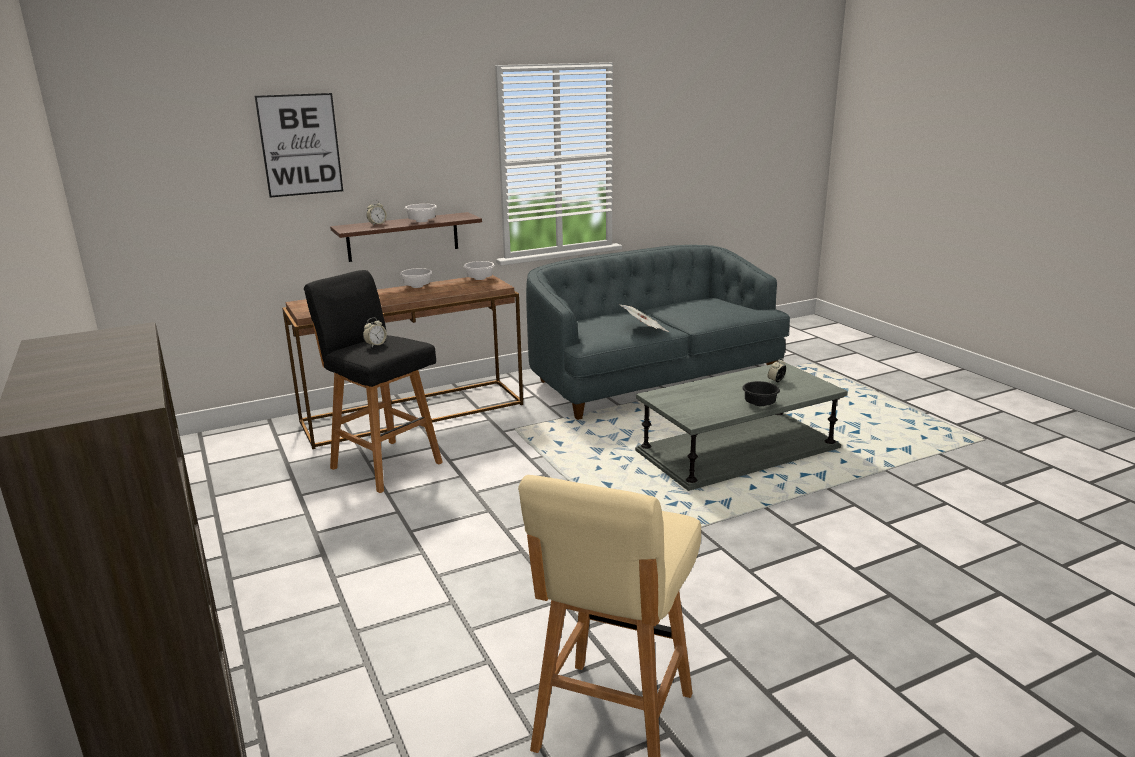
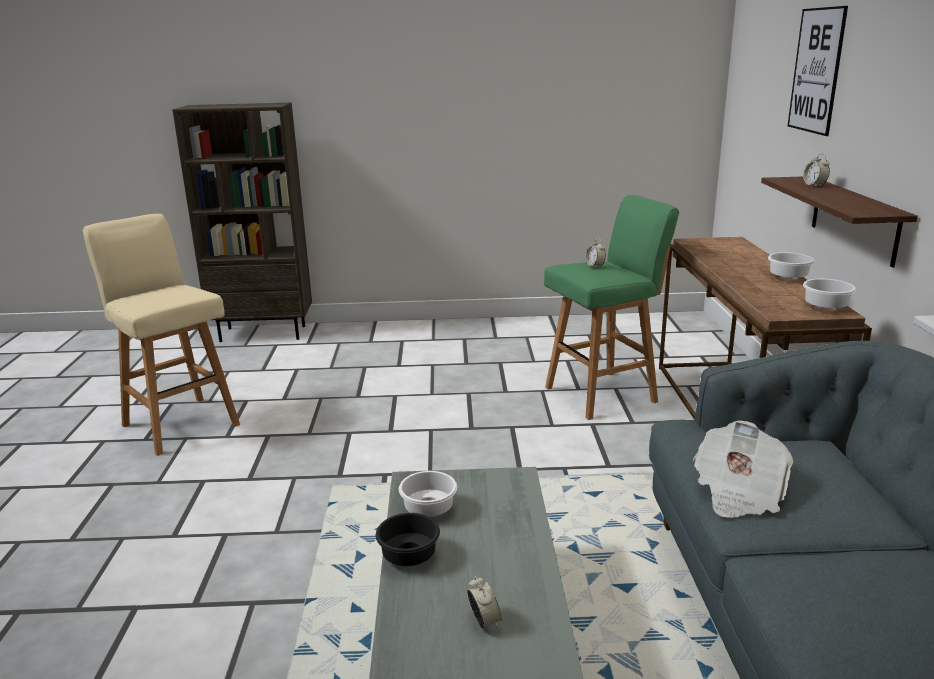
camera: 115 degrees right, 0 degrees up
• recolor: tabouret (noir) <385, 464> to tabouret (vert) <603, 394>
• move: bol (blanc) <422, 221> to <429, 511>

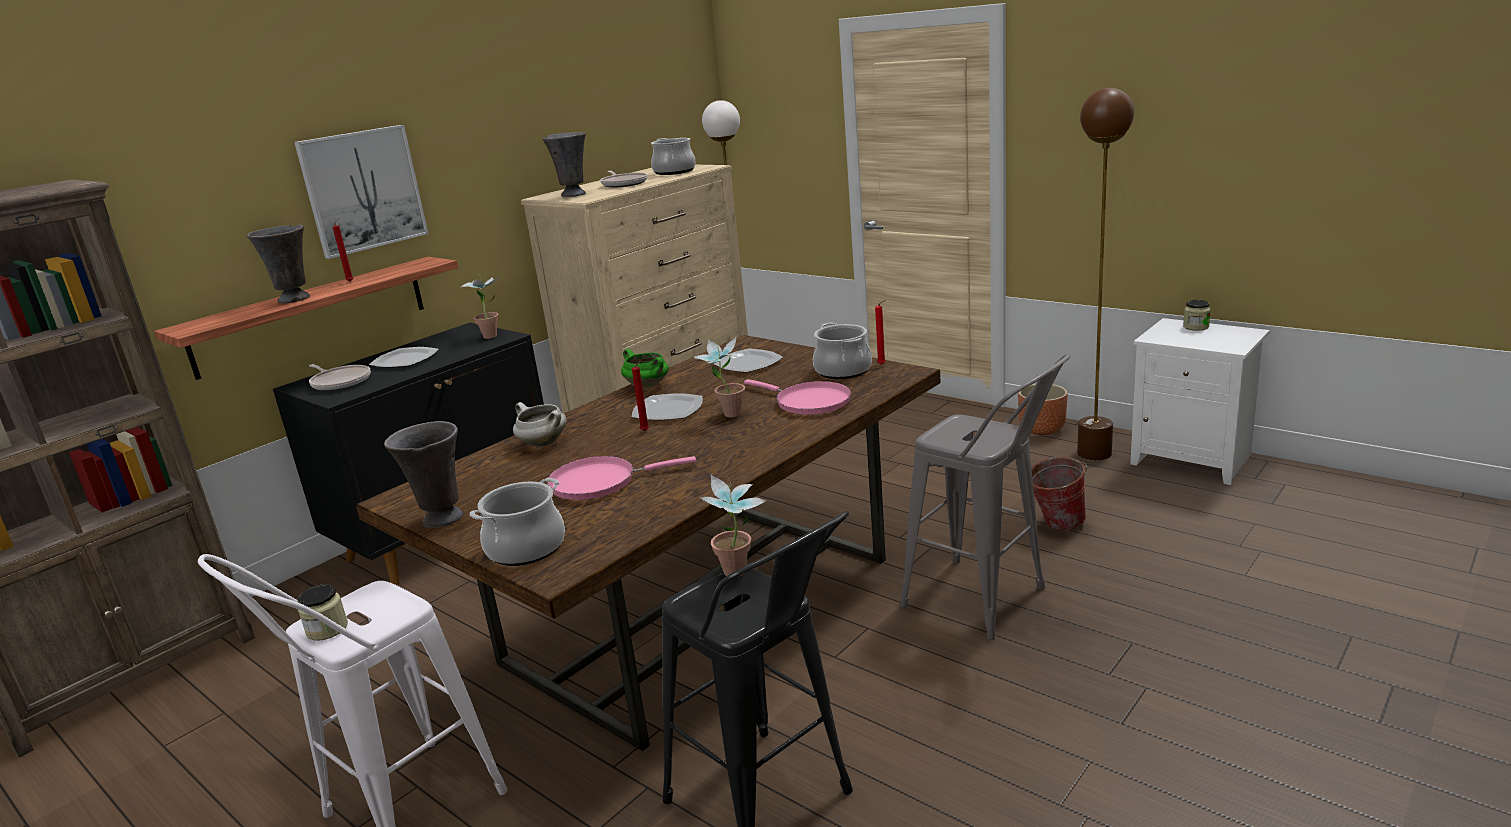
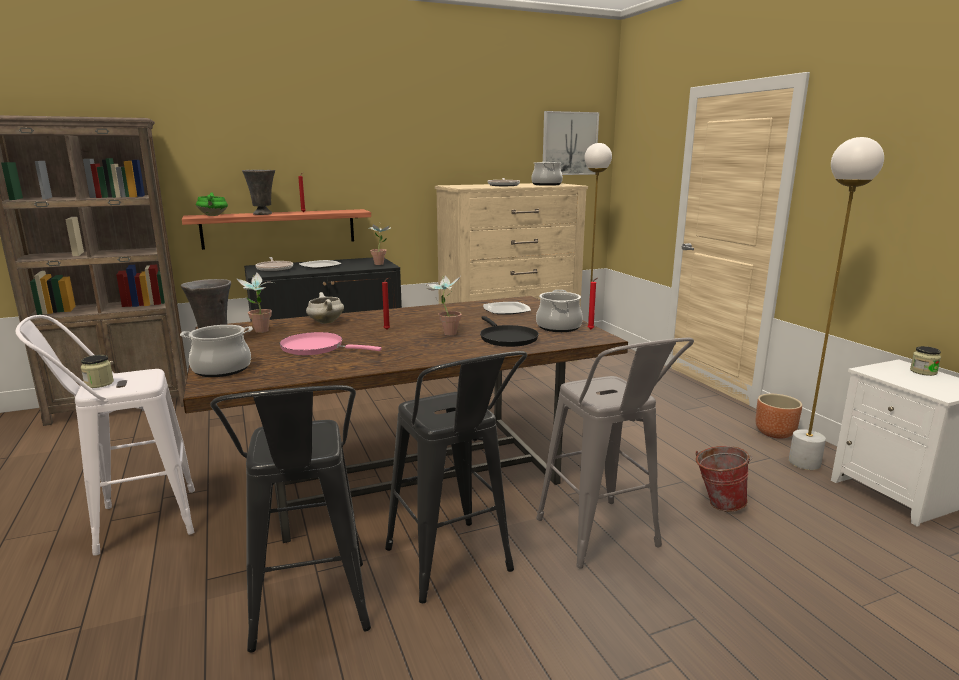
camera: 25 degrees right, 5 degrees down
• move: tableau <363, 190> to <569, 143>
• delete: vase (gris) <573, 194>
• move: marmite (vert) <648, 386> to <213, 215>
• delete: assiette <667, 410>
• move: plante en pot <739, 575> to <260, 332>
• recolor: poêle (rose) <808, 402> to poêle (noir) <506, 338>
• recolor: lampadaire (marron) <1094, 454> to lampadaire (blanc) <804, 463>
• insert: tabouret (noir) <453, 568>

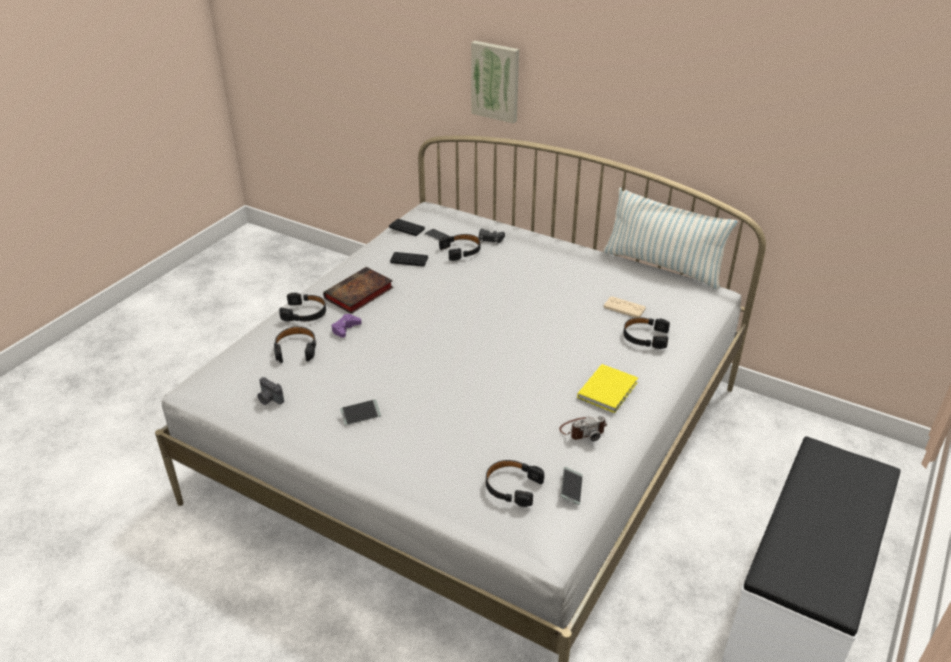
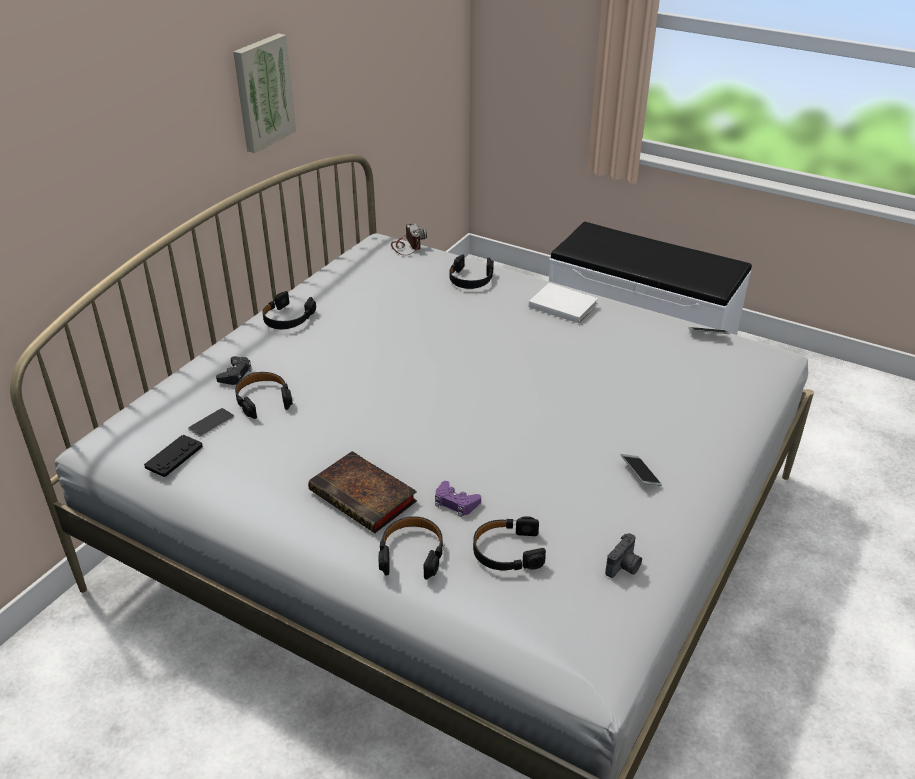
camera: 90 degrees left, 0 degrees up
• delete: manette (noir) <409, 260>
• move: tableau <496, 81> to <262, 92>
• move: casque audio (noir) <512, 487> to <287, 318>
• move: appareil photo <583, 430> to <407, 246>
• recolor: livre (jaune) <609, 389> to livre (blanc) <562, 304>
• delete: coussin <662, 266>
• delete: manette (beige) <624, 308>

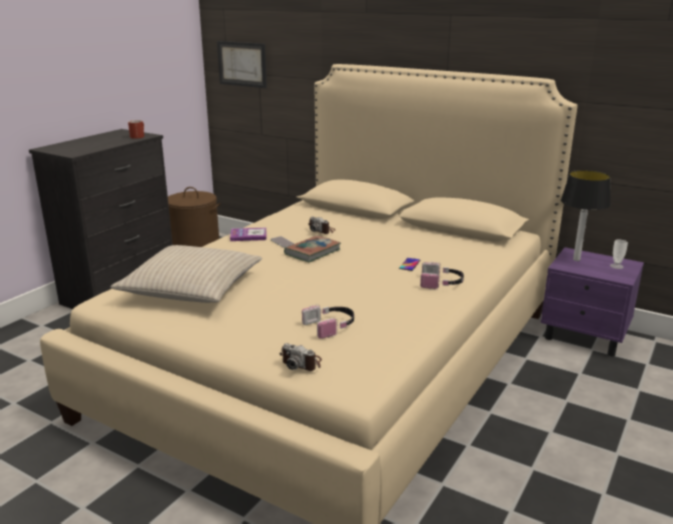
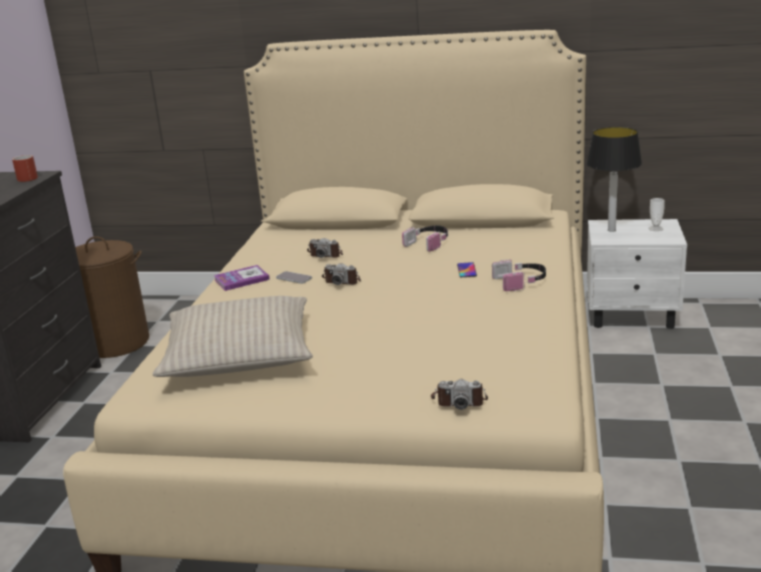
camera: 20 degrees left, 0 degrees up
• delete: tableau <242, 64>
• replace: livre <312, 252> to appareil photo <343, 281>
• move: casque audio <331, 326> to <428, 243>
• recolor: table de chevet (violet) <585, 336> to table de chevet (blanc) <633, 315>

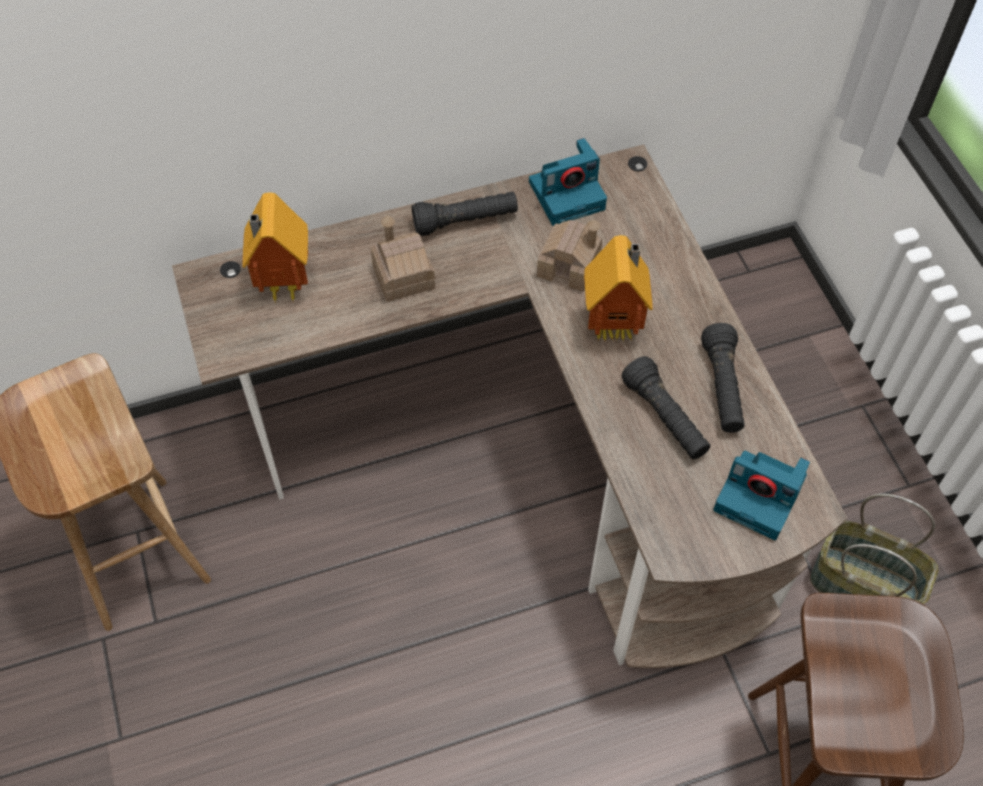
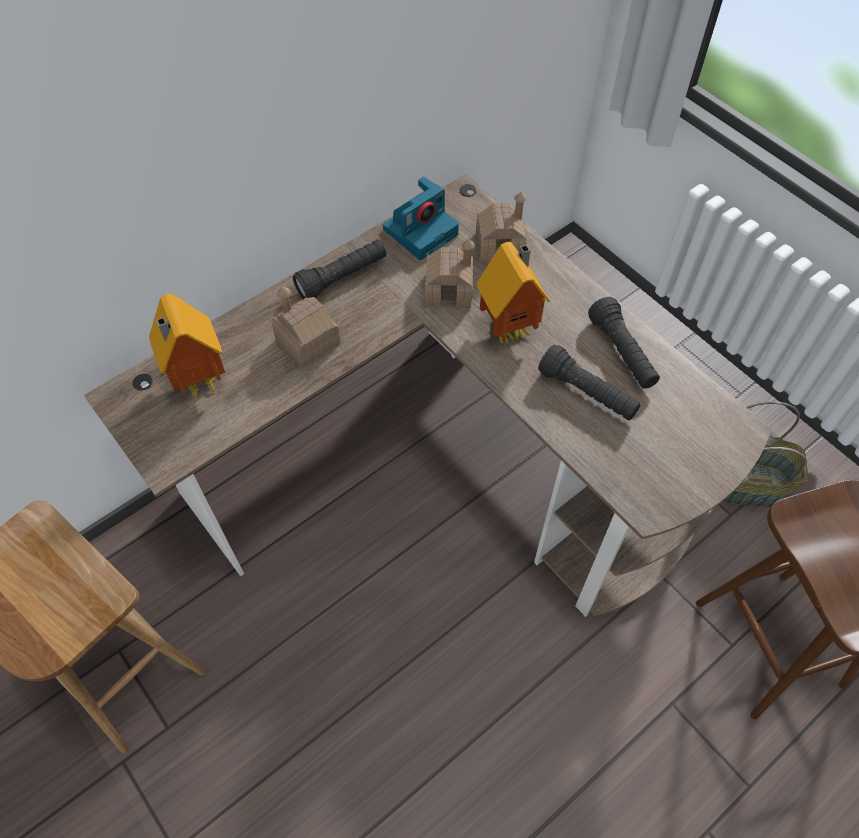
camera: 20 degrees left, 0 degrees up
• delete: appareil photo <761, 496>
• insert: maison miniature <499, 245>

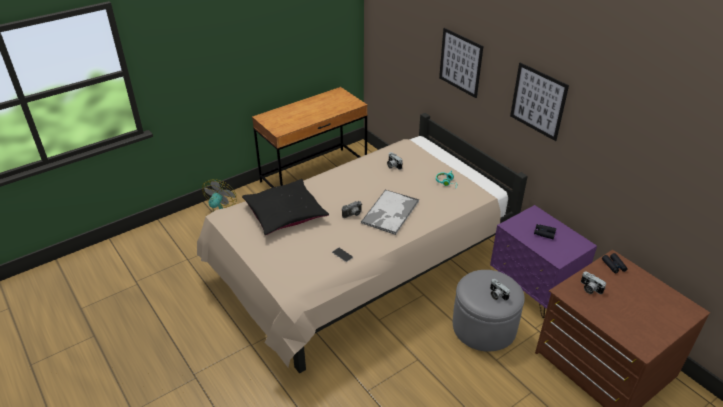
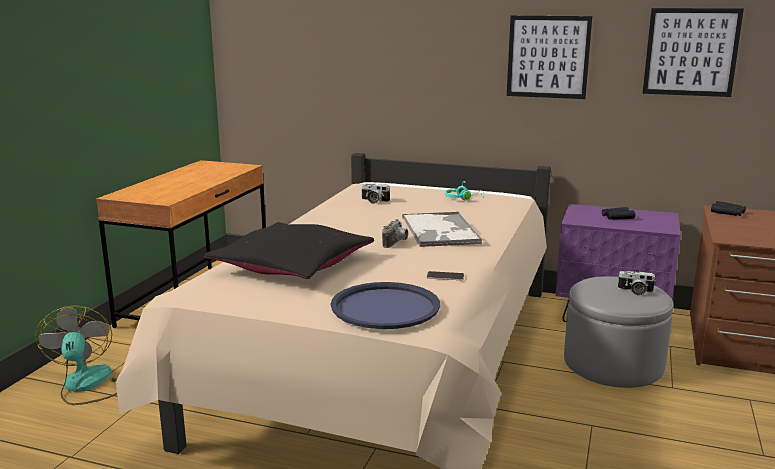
camera: 35 degrees left, 20 degrees down
• move: tableau <460, 62> to <691, 52>
• delete: appareil photo <589, 288>
• insert: plateau (bleu) <385, 307>

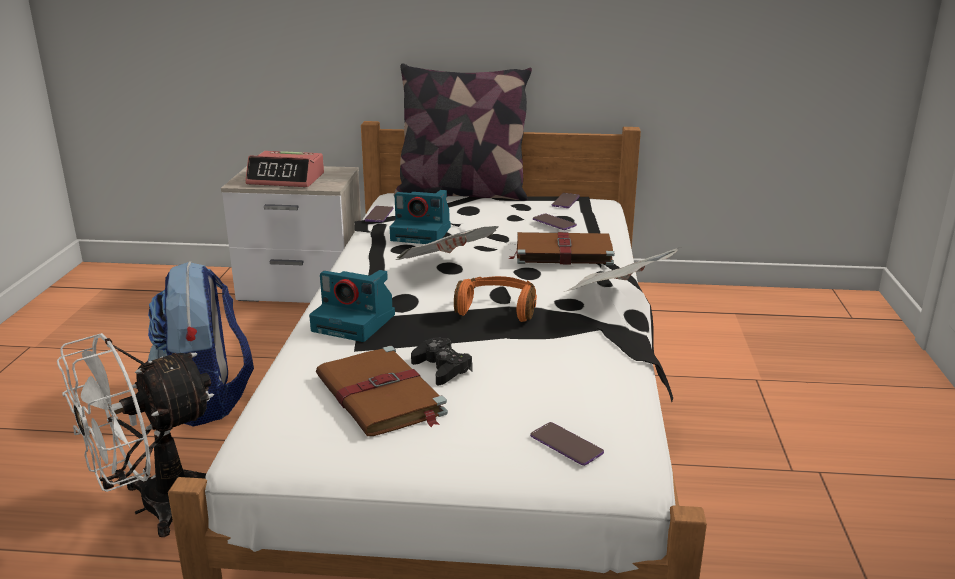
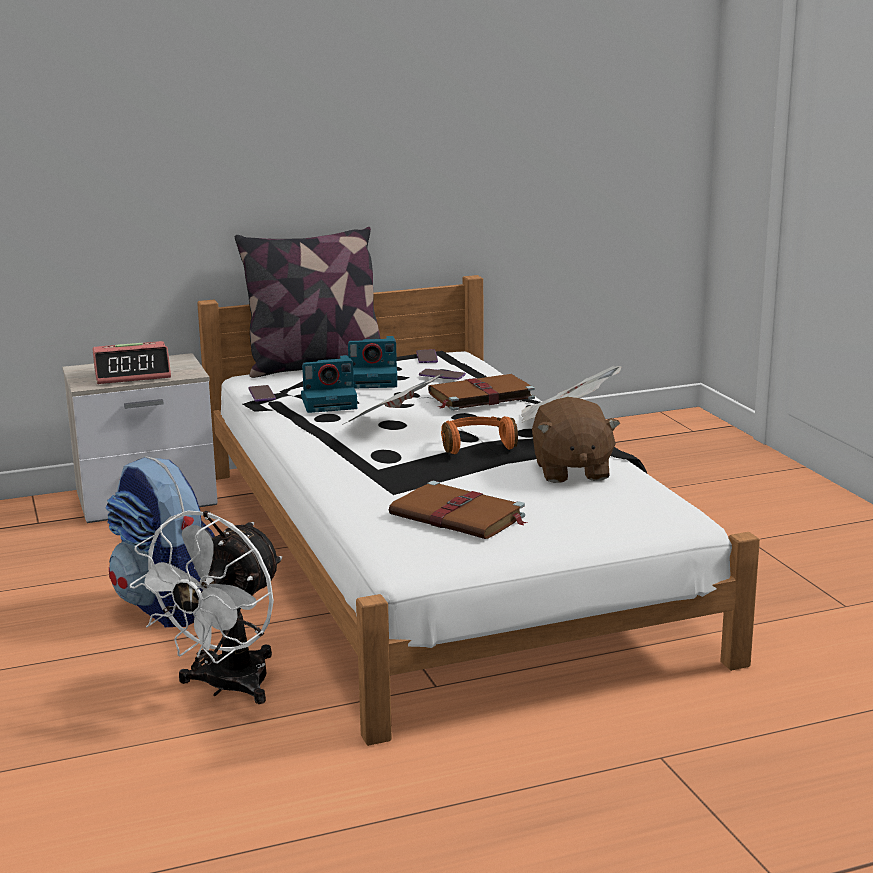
camera: 25 degrees left, 5 degrees down
• move: appareil photo <356, 323> to <374, 380>
• delete: manette (noir) <442, 368>
• delete: téléphone <566, 445>
• insert: peluche (marron) <570, 471>

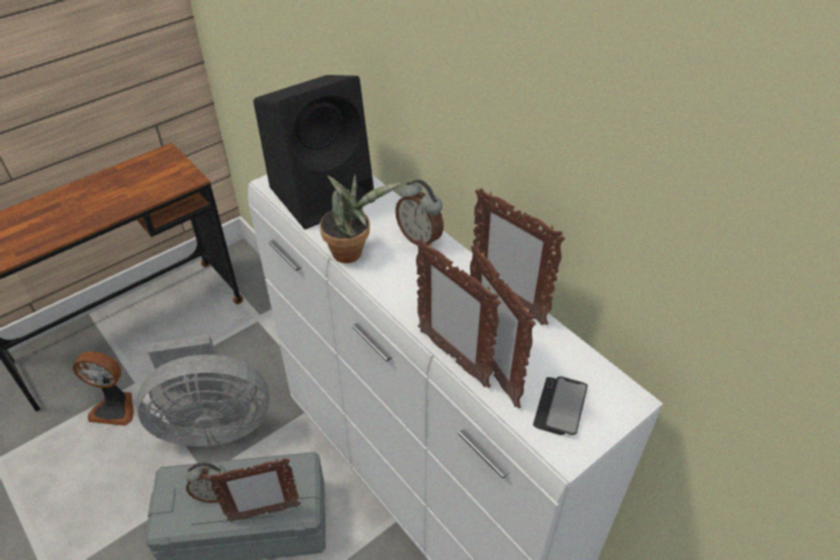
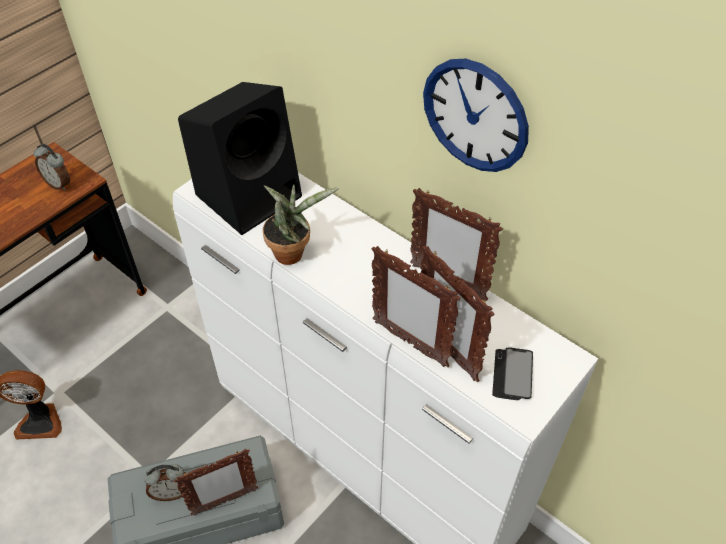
camera: 10 degrees left, 5 degrees up
• delete: ventilateur (gris) <212, 424>
• move: réveil <420, 238> to <59, 184>
• insert: horloge murale <475, 116>

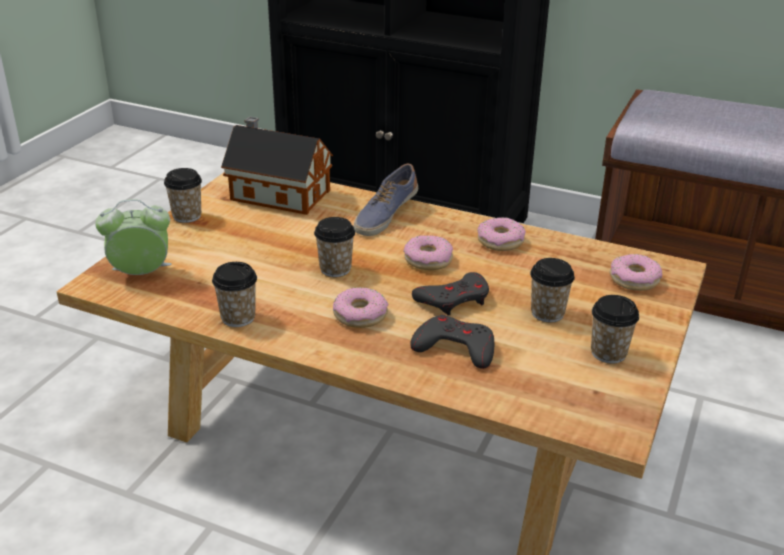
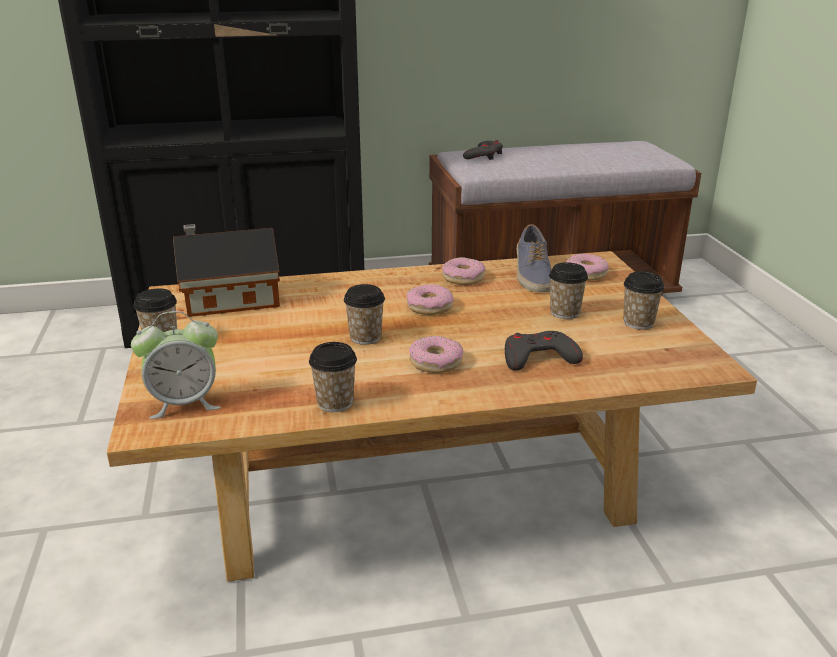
camera: 35 degrees left, 5 degrees down
• rotate: réveil <141, 274> = <184, 403> 150 degrees counterclockwise
• move: chaussure <385, 215> to <531, 275>
• move: manette (gris) <454, 299> to <484, 155>

